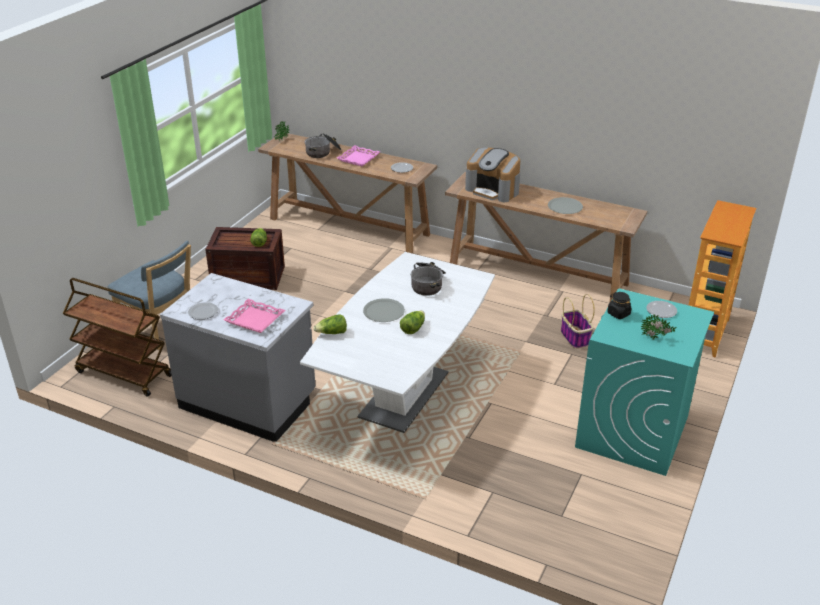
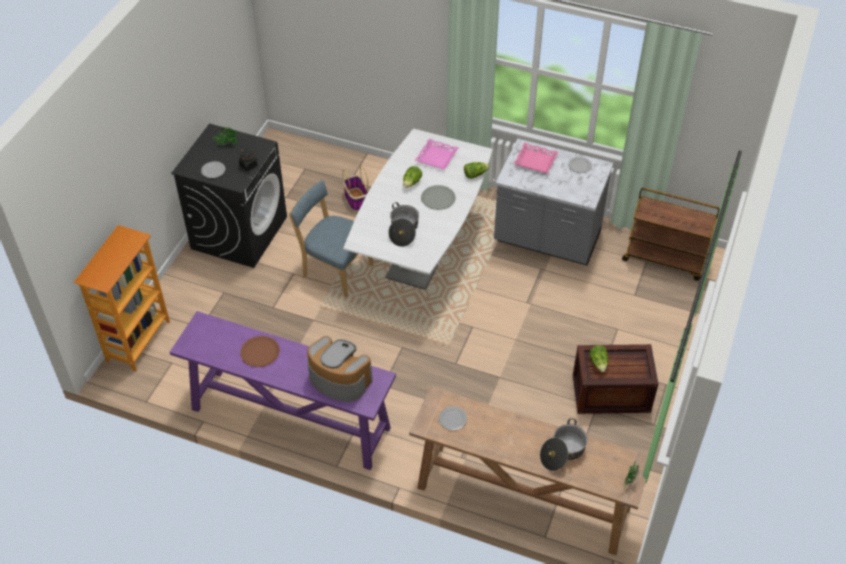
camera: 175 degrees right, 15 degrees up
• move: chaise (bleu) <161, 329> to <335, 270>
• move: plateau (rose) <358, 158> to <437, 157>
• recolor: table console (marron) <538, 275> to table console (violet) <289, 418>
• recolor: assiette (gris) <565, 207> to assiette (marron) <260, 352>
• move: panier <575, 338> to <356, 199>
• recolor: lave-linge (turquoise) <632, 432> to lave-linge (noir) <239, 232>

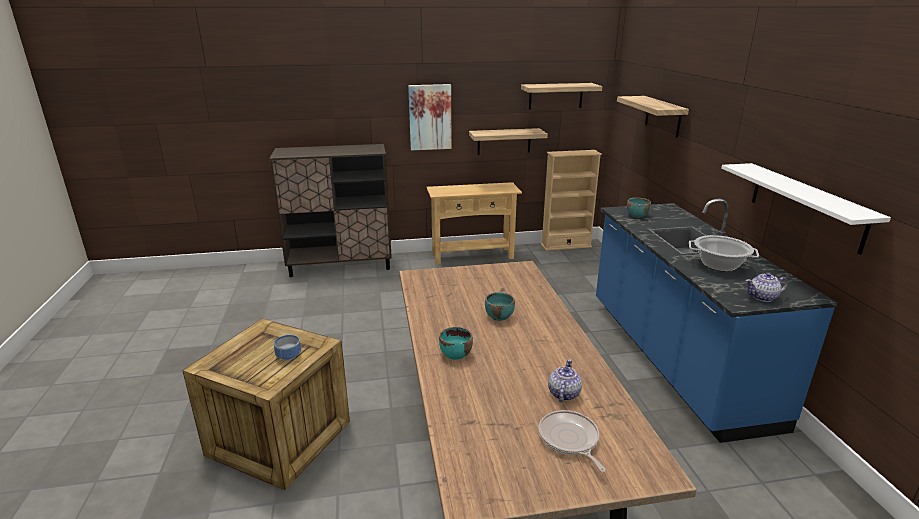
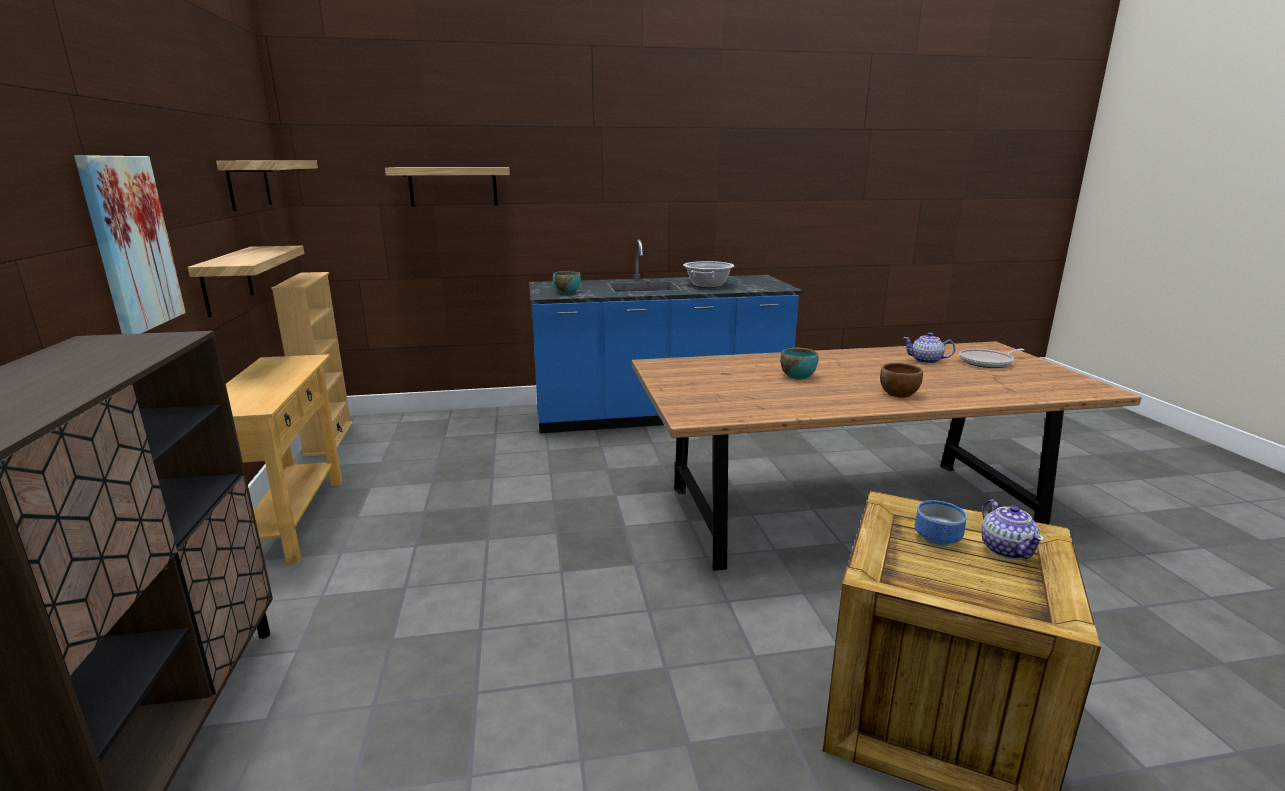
camera: 90 degrees left, 5 degrees down
• recolor: bol (turquoise) <455, 354> to bol (marron) <899, 394>
• delete: étagère (blanc) <805, 206>
• move: théière <763, 297> to <1006, 549>

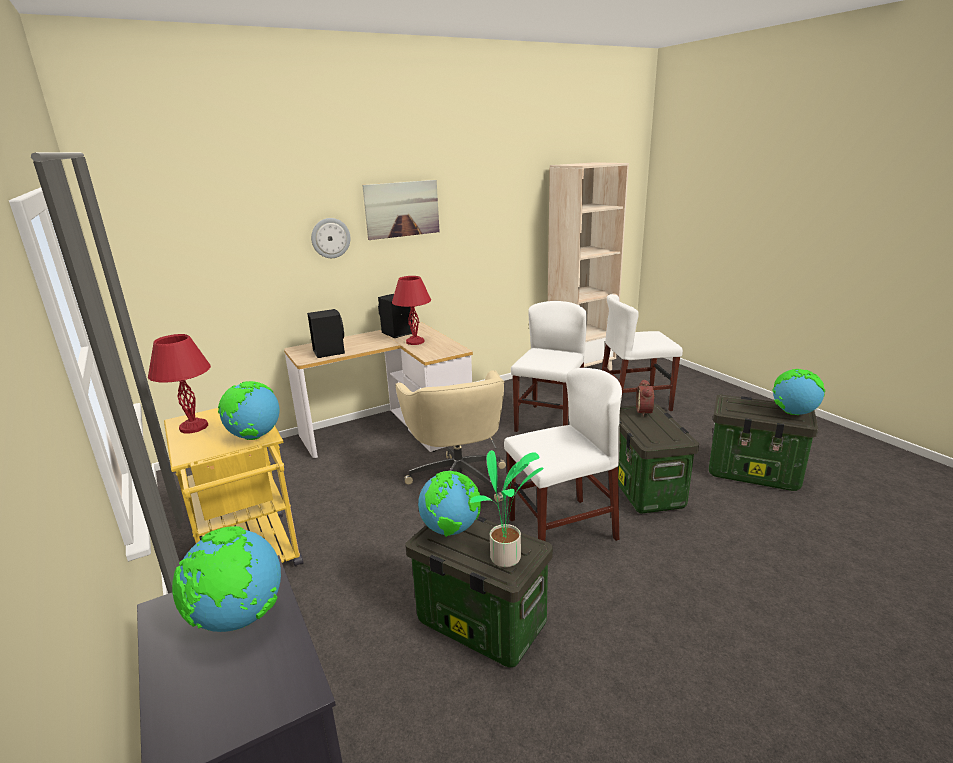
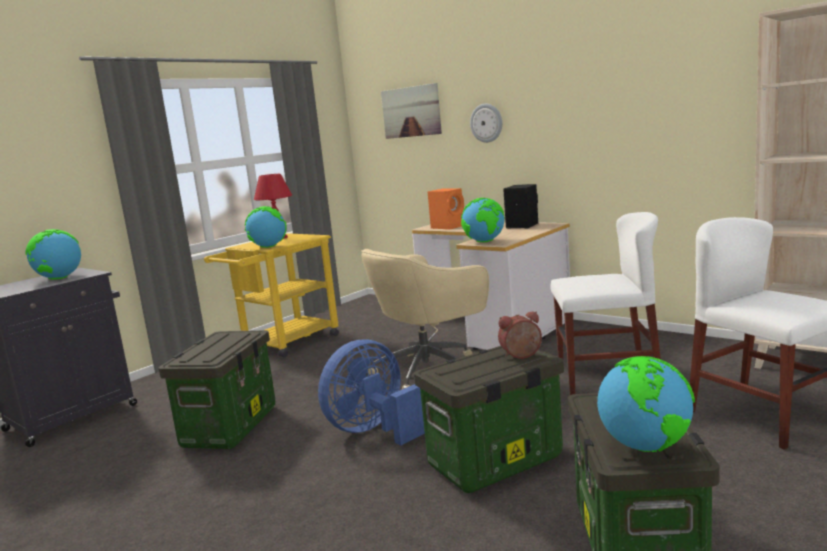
camera: 70 degrees right, 10 degrees down
• recolor: enceinte (noir) <329, 352> to enceinte (orange) <448, 227>
• move: tableau <402, 209> to <411, 111>
• delete: lampe de table (rouge) <414, 342>
• move: globe <451, 529> to <485, 242>
• delete: plante en pot <507, 559>
• replace: chaise (blanc) <562, 529> to ventilateur (bleu) <376, 431>

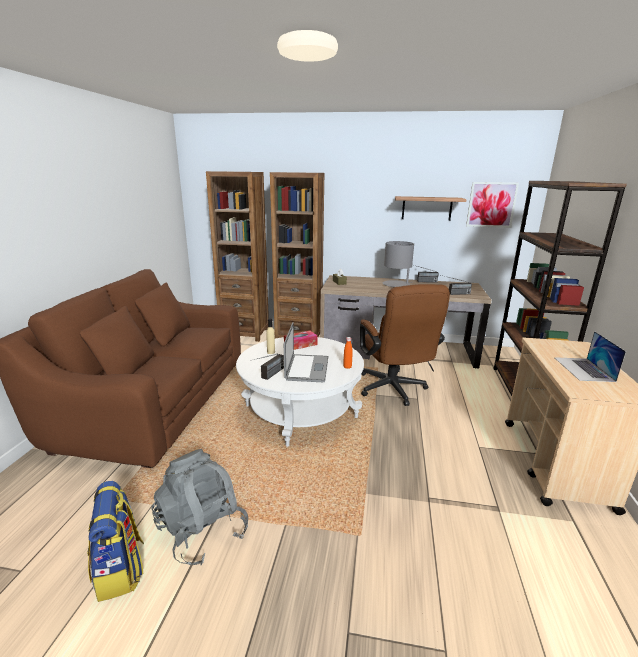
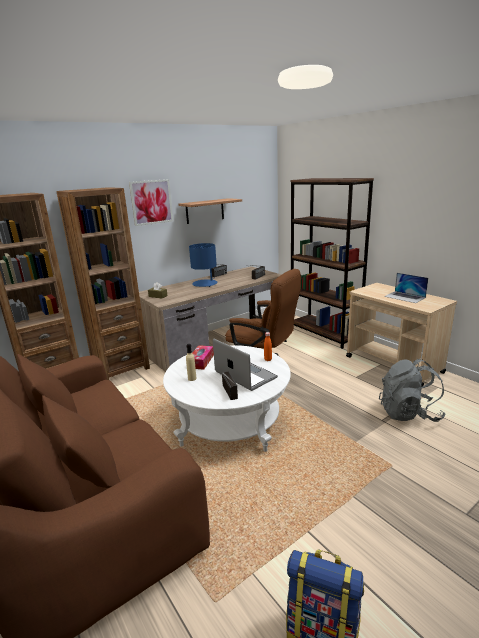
camera: 45 degrees left, 0 degrees up
• move: sac à dos (gris) <202, 531> to <409, 413>
• recolor: lampe de table (gris) <396, 284> to lampe de table (bleu) <205, 284>
• move: tableau <491, 205> to <151, 202>

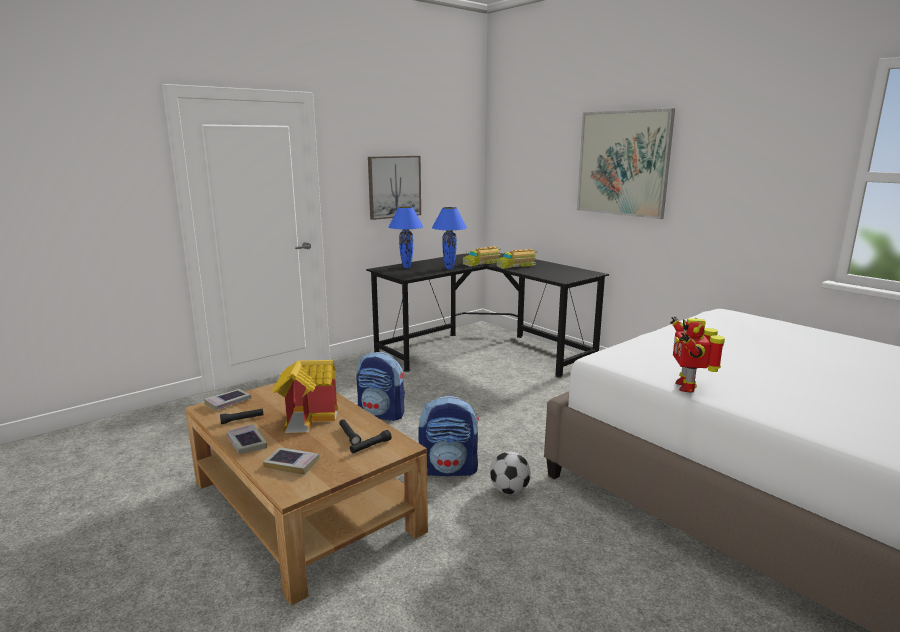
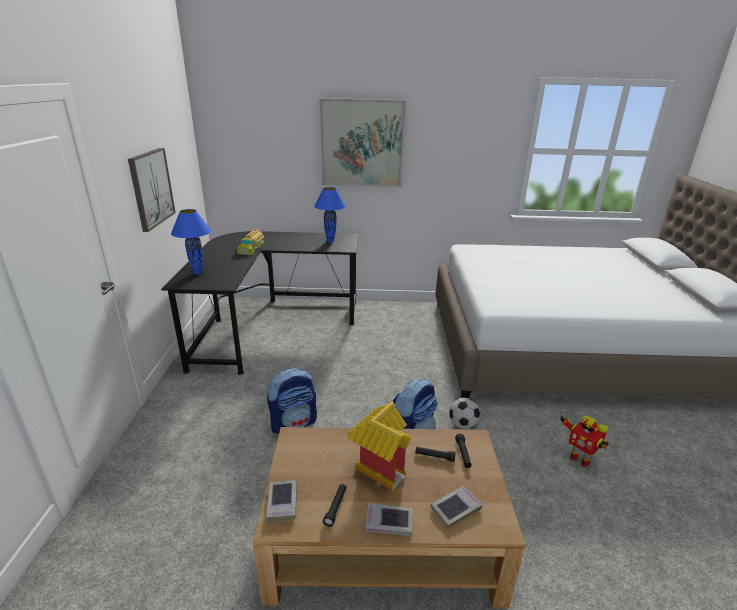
camera: 50 degrees left, 10 degrees up
• move: lampe de table (bleu) <449, 268> to <330, 241>
• delete: camion jouet <516, 265>
• move: robot jouet <687, 386> to <579, 458>

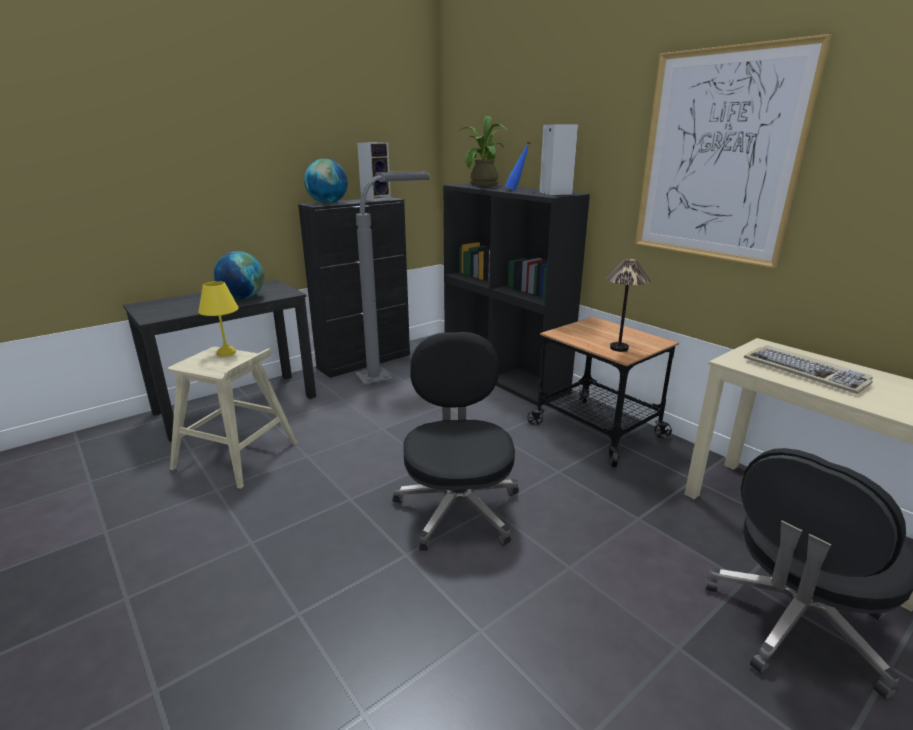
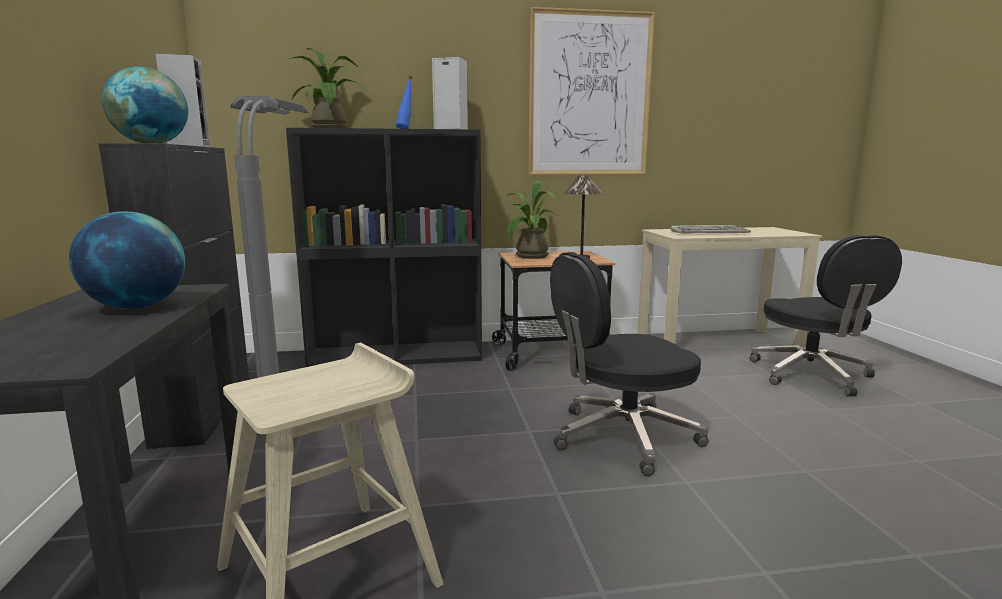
camera: 60 degrees left, 10 degrees down
• delete: lampe de table (jaune) <226, 353>
• rotate: chaise de bureau (noir) <458, 507> = <622, 437> 45 degrees counterclockwise
• insert: plante en pot <529, 257>

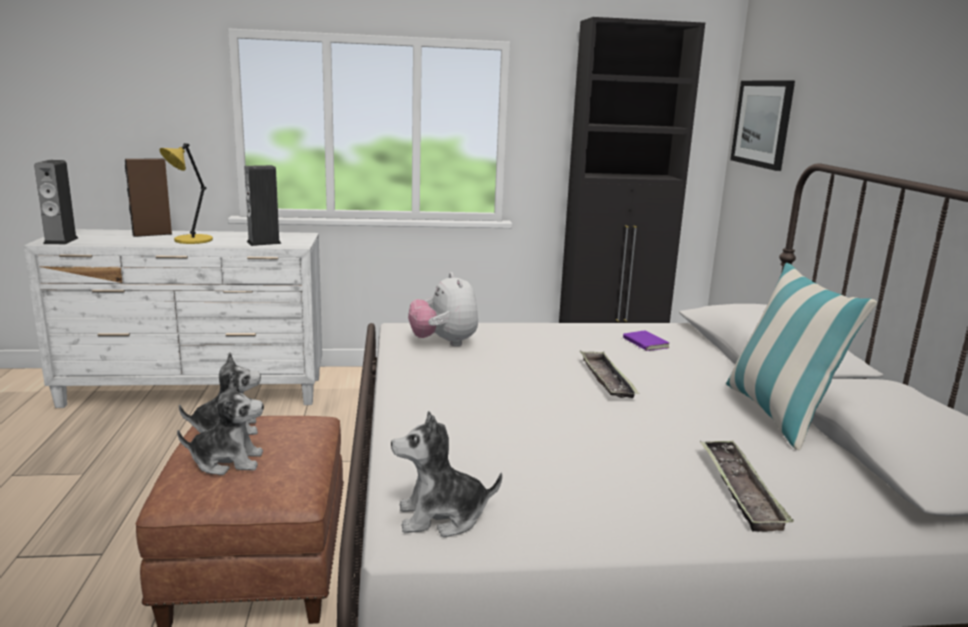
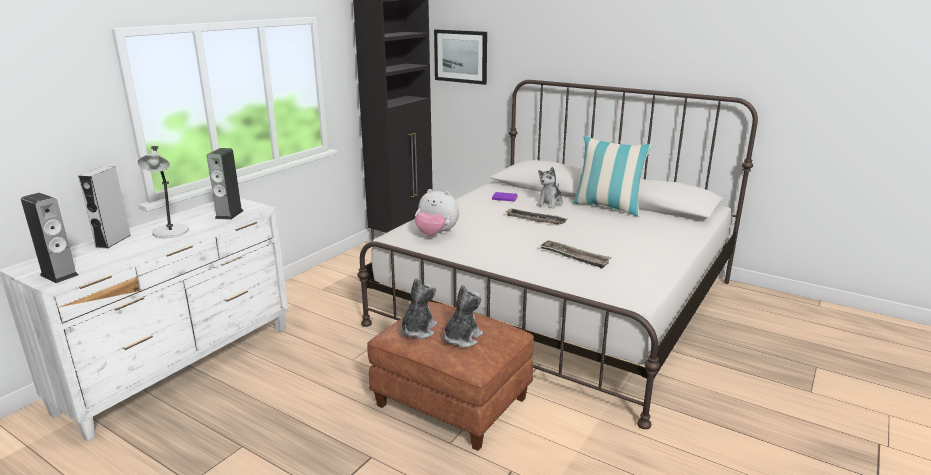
camera: 50 degrees left, 5 degrees up
• recolor: enceinte (marron) <152, 234> to enceinte (gris) <113, 241>
• recolor: lampe de table (jaune) <191, 240> to lampe de table (gris) <170, 232>
• move: peluche <441, 517> to <550, 203>
• move: plateau <740, 489> to <574, 257>

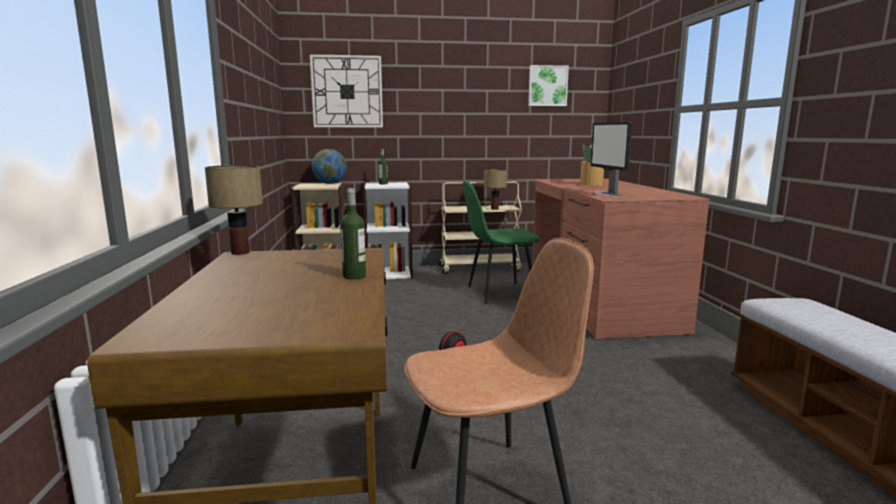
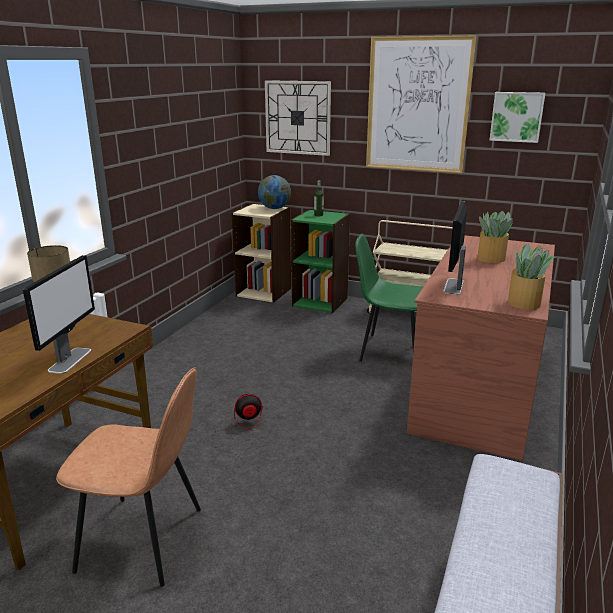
camera: 30 degrees right, 10 degrees up
• replace: bouteille <354, 276> to écran d'ordinateur <70, 360>
• recolor: bibliothèque (blanc) <389, 273> to bibliothèque (vert) <320, 301>
• delete: lampe de table <495, 209>
• insert: tableau <417, 105>
• insert: plante en pot <524, 302>

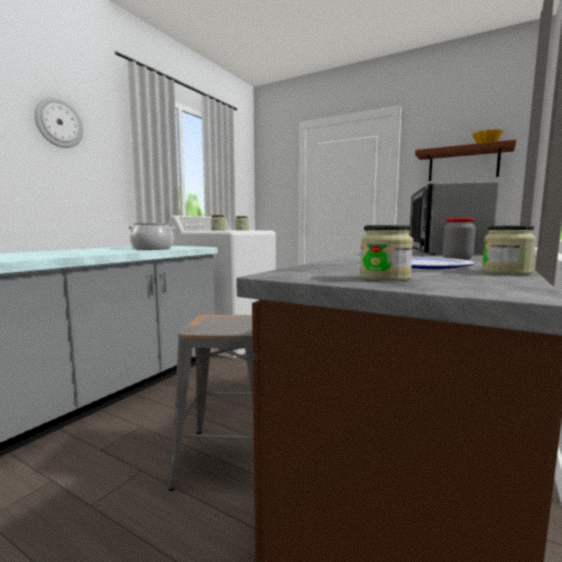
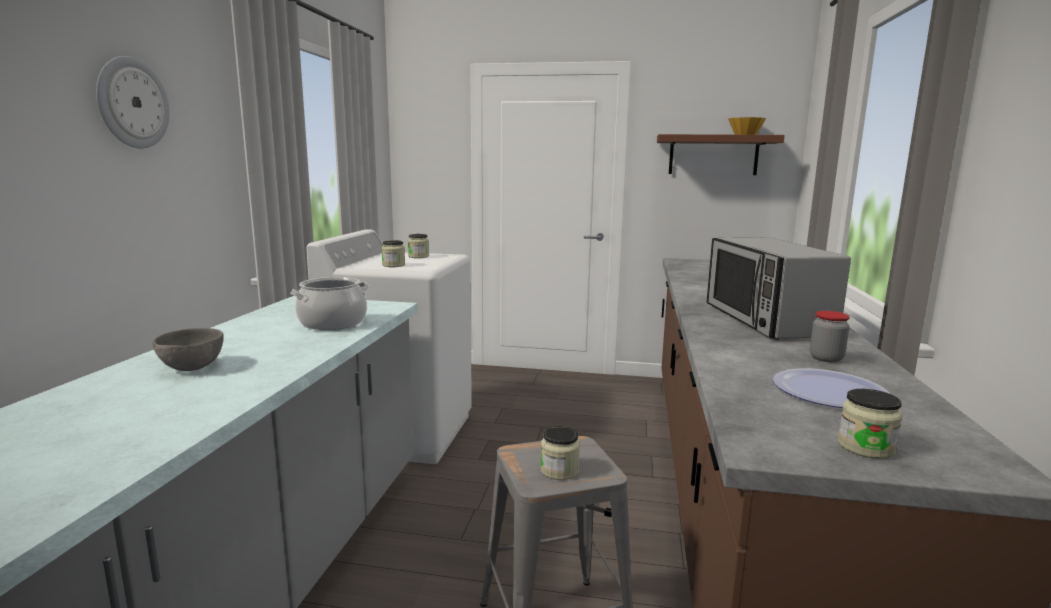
camera: 20 degrees left, 5 degrees up
• move: bocal <506, 272> to <559, 470>
• insert: bol (gris) <191, 368>

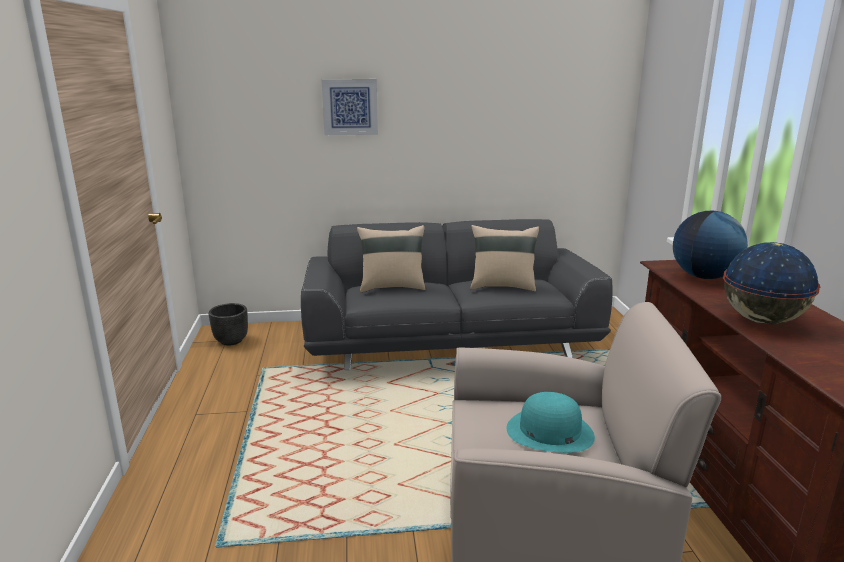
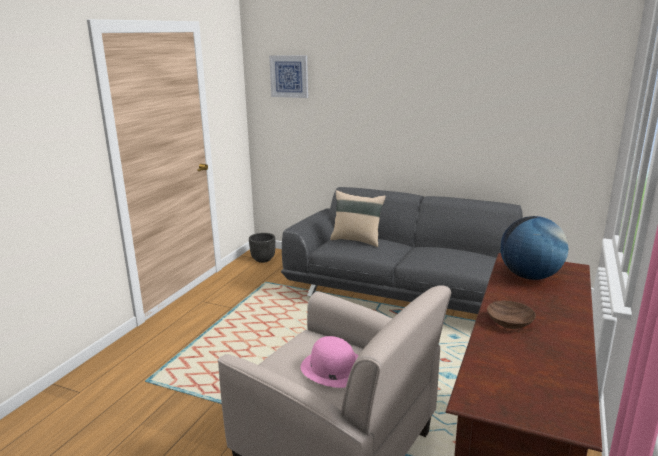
camera: 30 degrees right, 0 degrees up
• move: tableau <350, 107> to <289, 76>
• delete: coussin (beige) <502, 286>
• recolor: chapeau (turquoise) <549, 432> to chapeau (rose) <332, 368>
• replace: globe <762, 320> to bol (marron) <511, 322>

